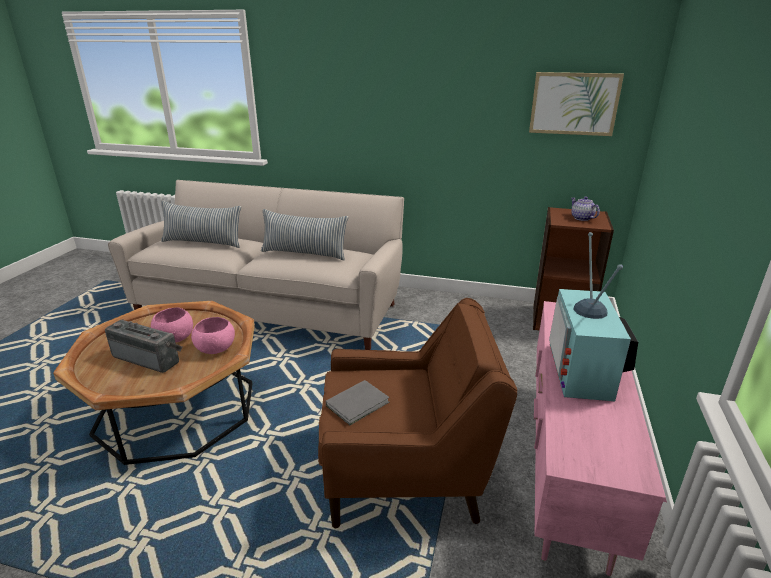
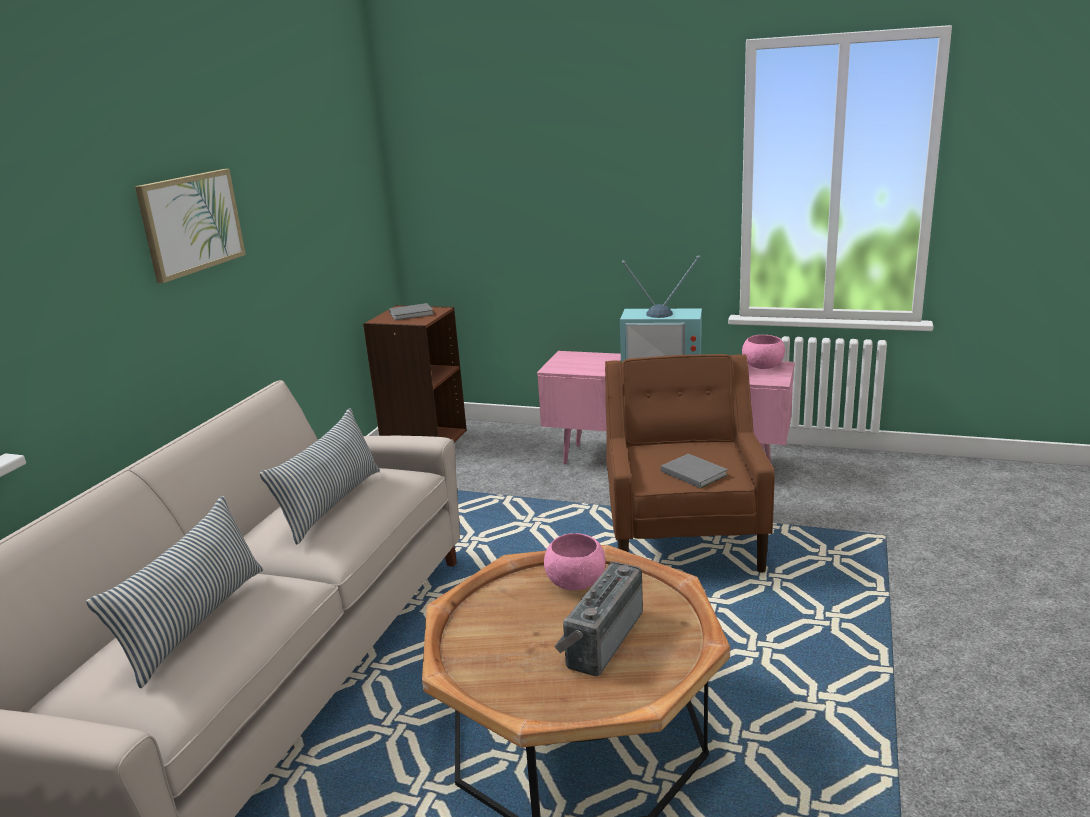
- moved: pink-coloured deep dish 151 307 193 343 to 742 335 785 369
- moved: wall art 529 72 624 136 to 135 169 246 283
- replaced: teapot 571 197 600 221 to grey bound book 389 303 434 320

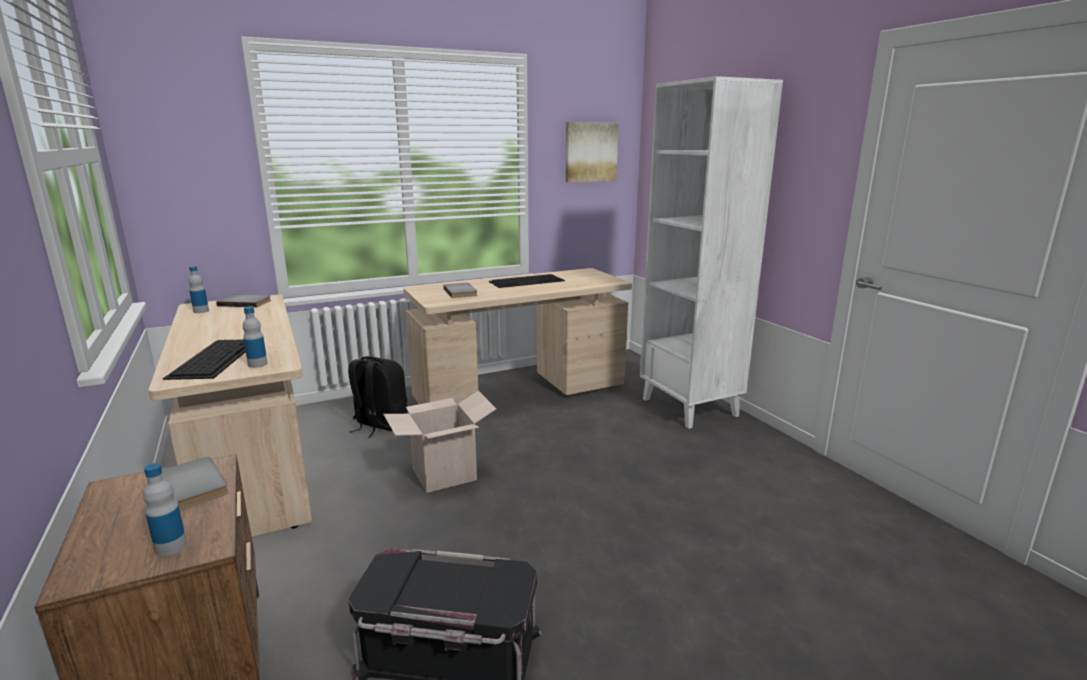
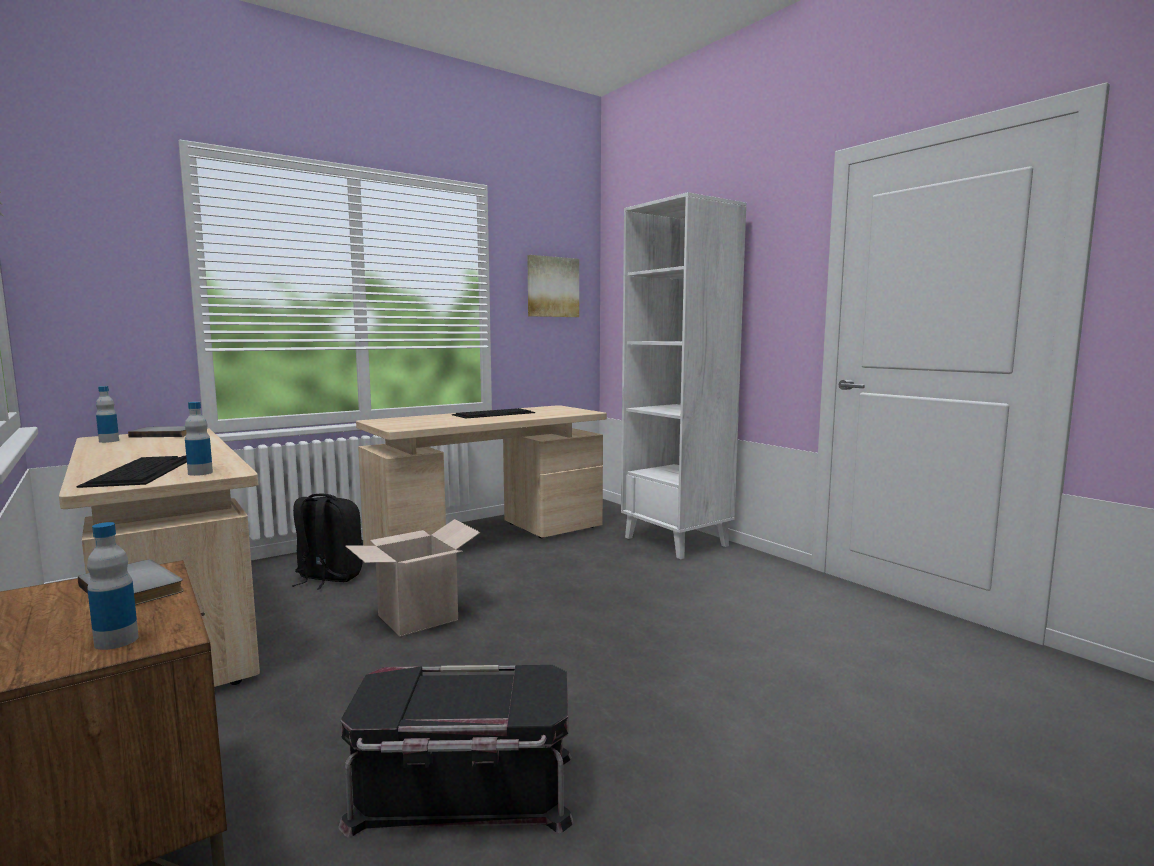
- removed: grey bound book 444 283 478 298

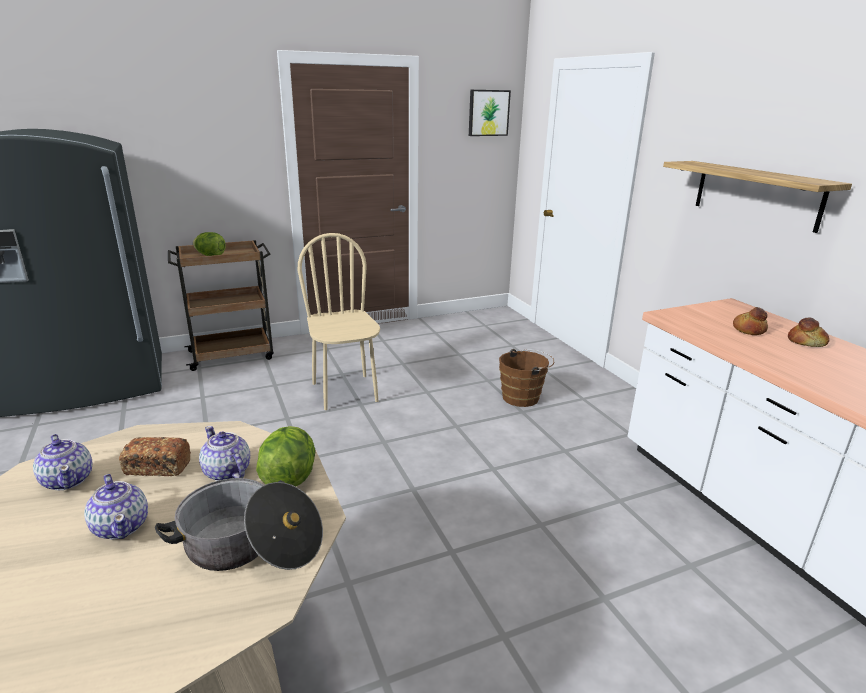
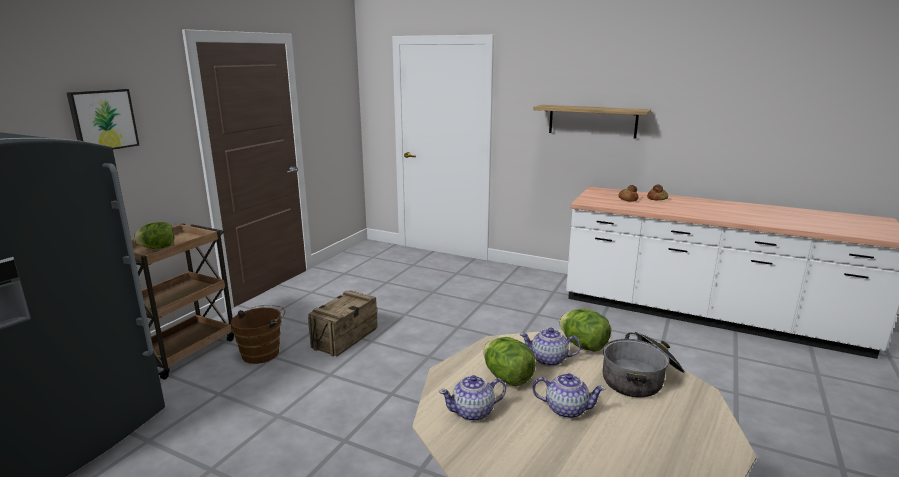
- moved: wall art 469 90 511 136 to 66 89 139 150
- moved: brownish water bucket 499 349 555 407 to 231 305 285 364
- replaced: bread 119 437 191 476 to lettuce head 483 337 536 386
- replaced: beige upright chair 298 233 380 410 to shipping crate 308 290 378 357
- turned: teapot 33 434 92 491 = 439 375 506 421 150 degrees clockwise

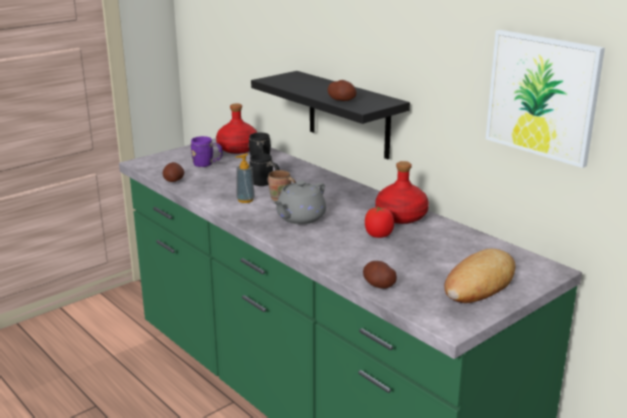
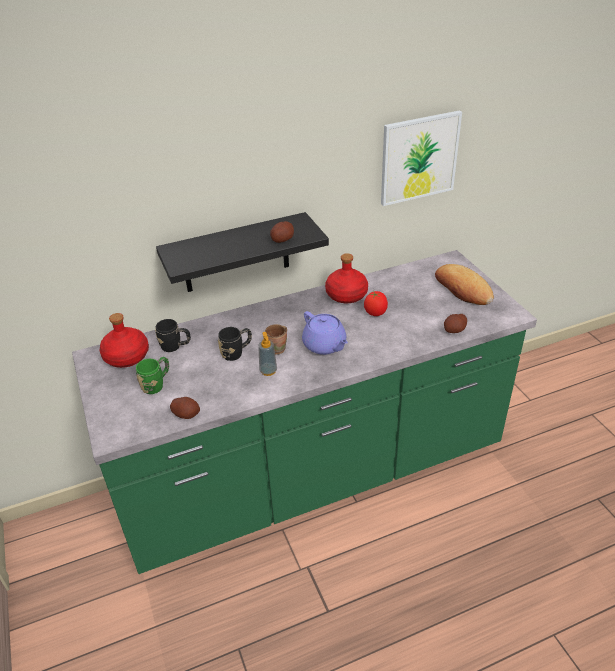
- recoloured: purple tea mug 190 136 223 167 to green-coloured tea mug 136 357 169 394
- recoloured: grey teapot 273 180 326 224 to purple teapot 302 311 348 355

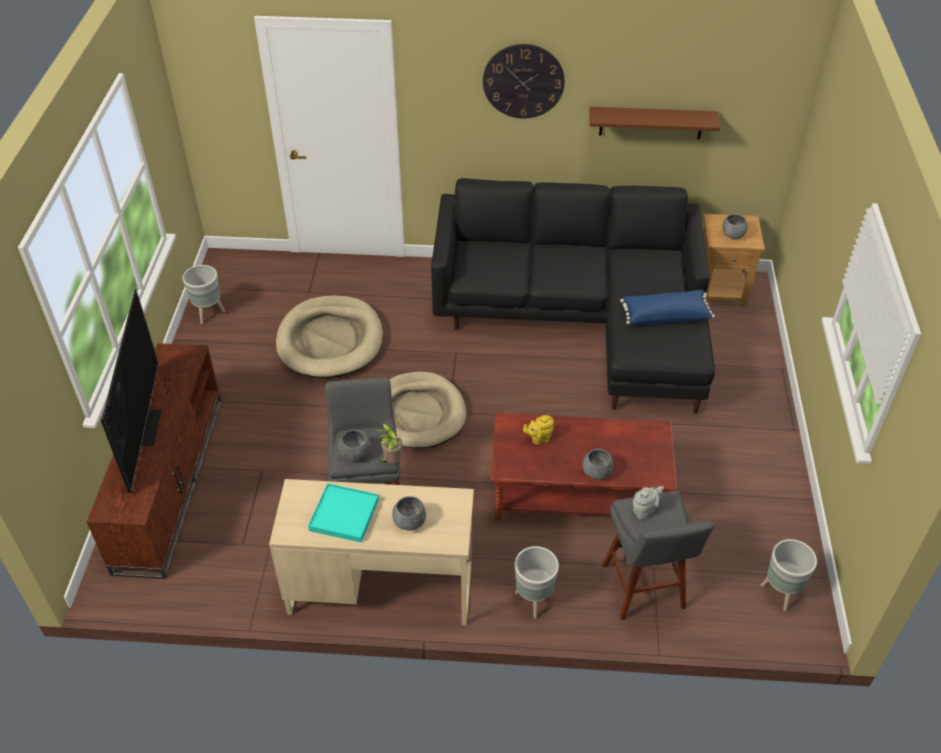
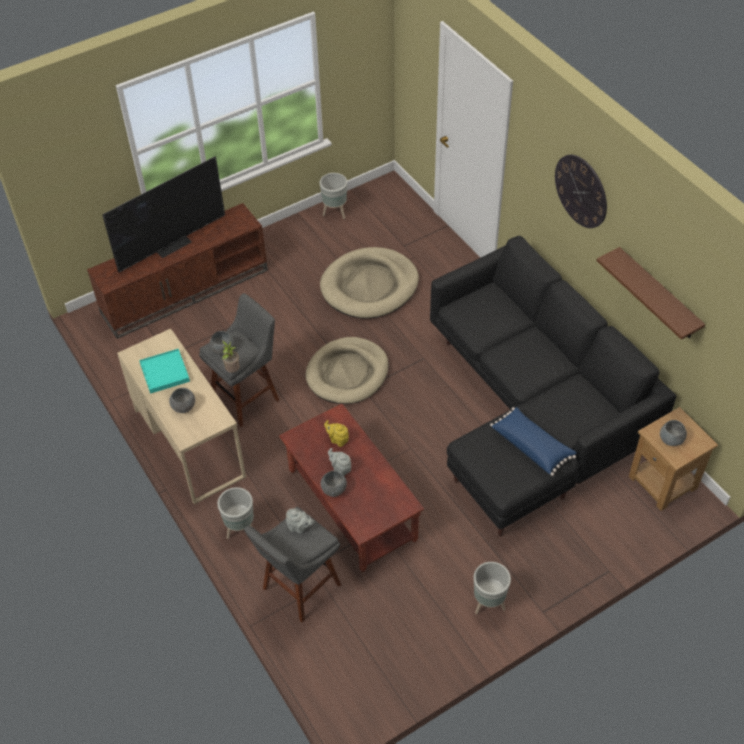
- added: grey teapot 328 448 351 476
- moved: grey flower pot 761 539 817 611 to 474 562 511 614

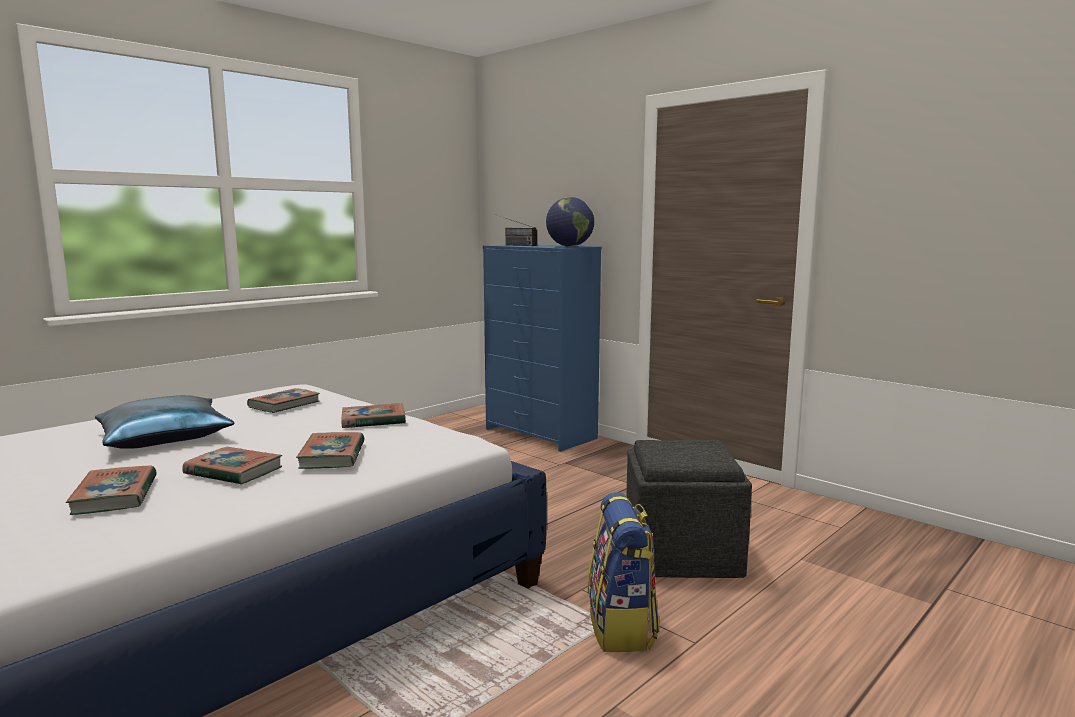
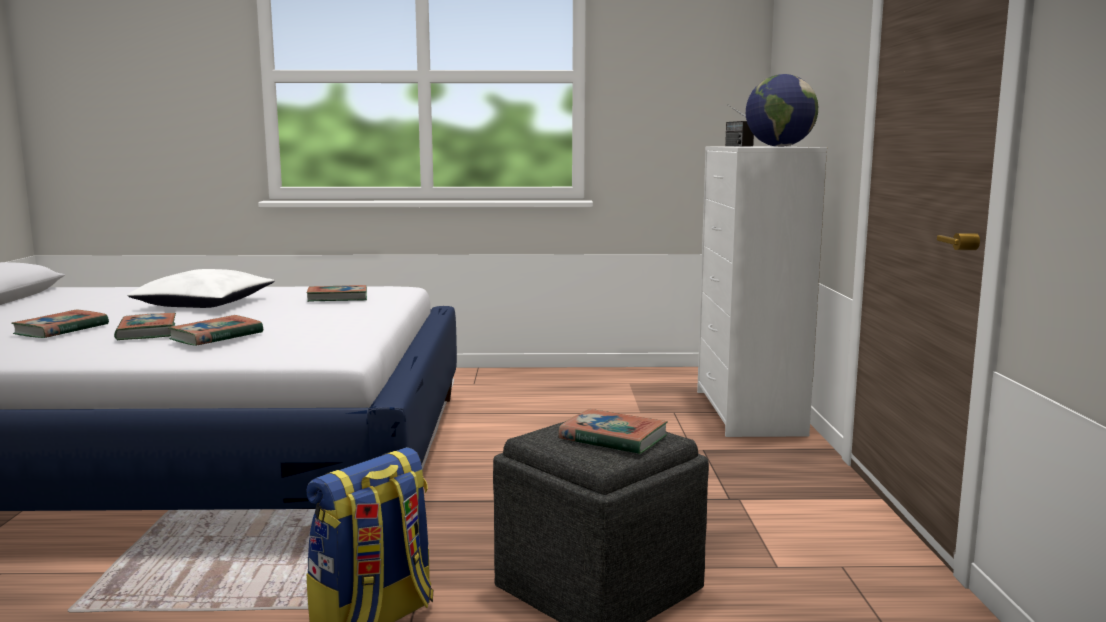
- moved: bound book 341 403 406 428 to 558 409 668 455
- recoloured: bluish cushion 95 395 235 449 to whitish cushion 128 269 275 308
- recoloured: bluish drawer chest 483 245 602 452 to whitish drawer chest 697 147 827 437

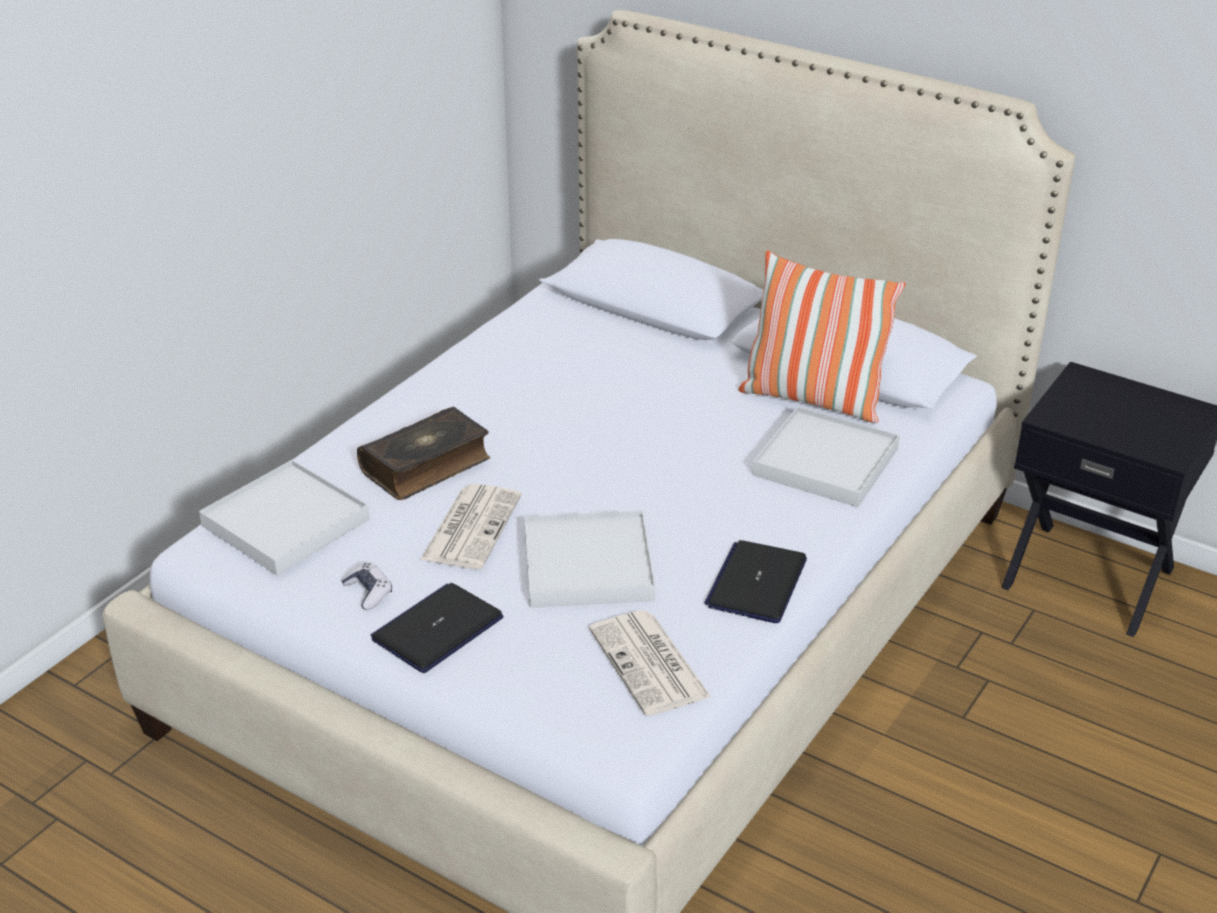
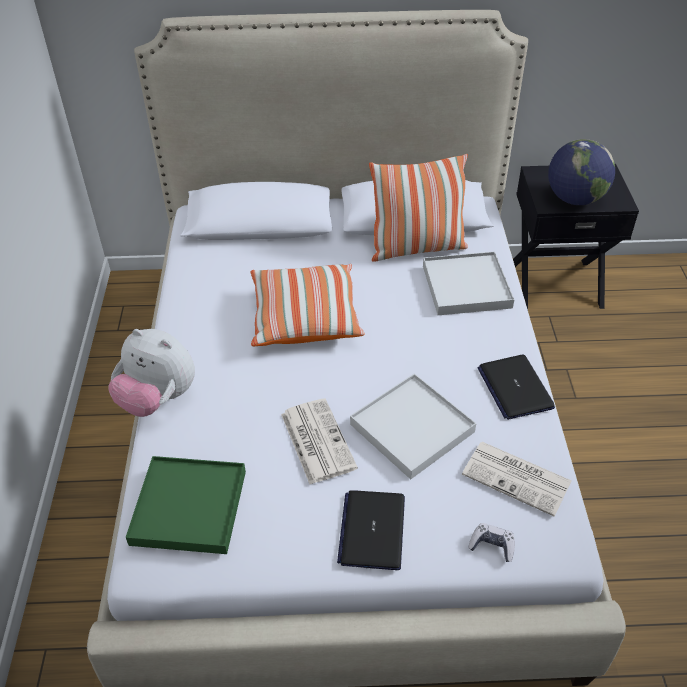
- removed: bound book 357 407 491 500
- added: cuddly toy 108 329 195 417
- added: cushion 250 264 365 346
- added: world globe 548 139 615 205
- moved: gamepad 341 562 392 610 to 468 523 515 562
- recoloured: whitish serving tray 199 460 370 575 to green-coloured serving tray 126 456 246 554

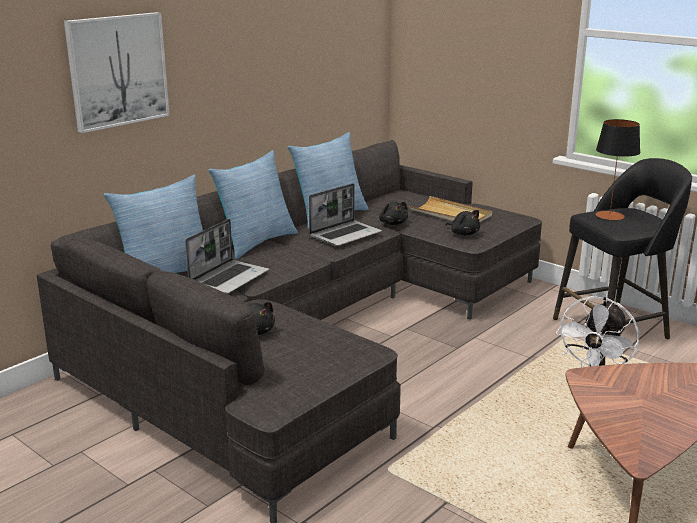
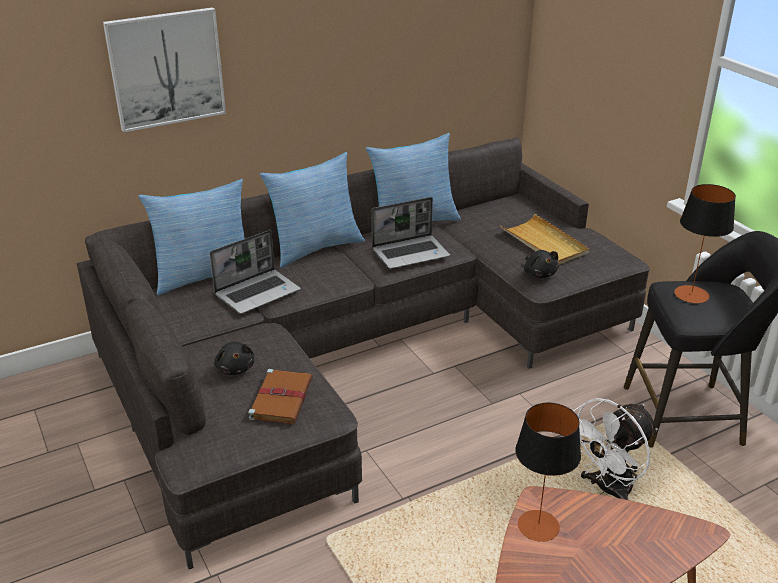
- removed: black cuddly toy 379 202 408 225
- added: brownish bound book 248 369 313 424
- added: lamp for a table 515 403 581 542

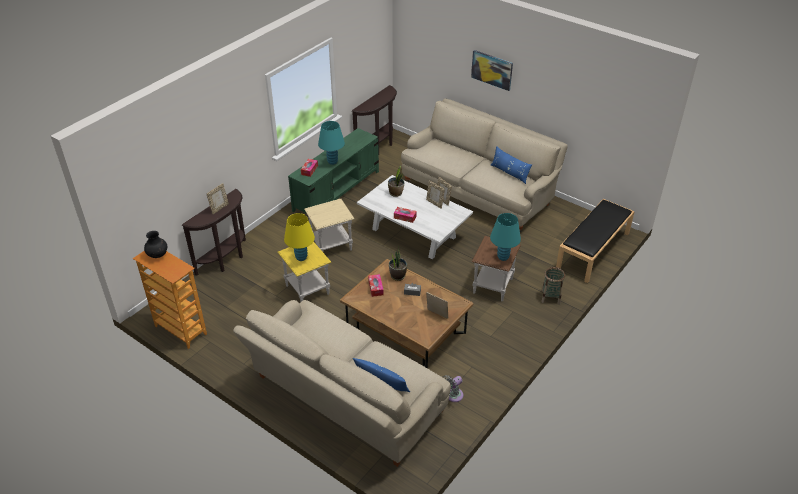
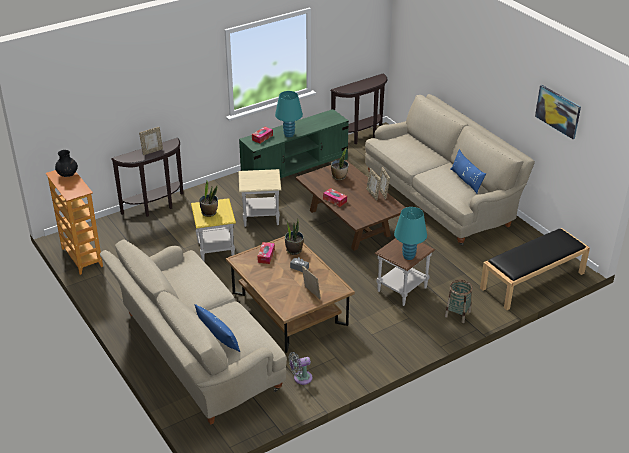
- moved: wall art 471 50 513 91 to 535 85 581 139
- replaced: yellowish lamp for a table 284 213 315 261 to houseplant 199 181 218 217
- recoloured: whitish lounge table 357 175 473 259 to brownish lounge table 296 160 406 251

